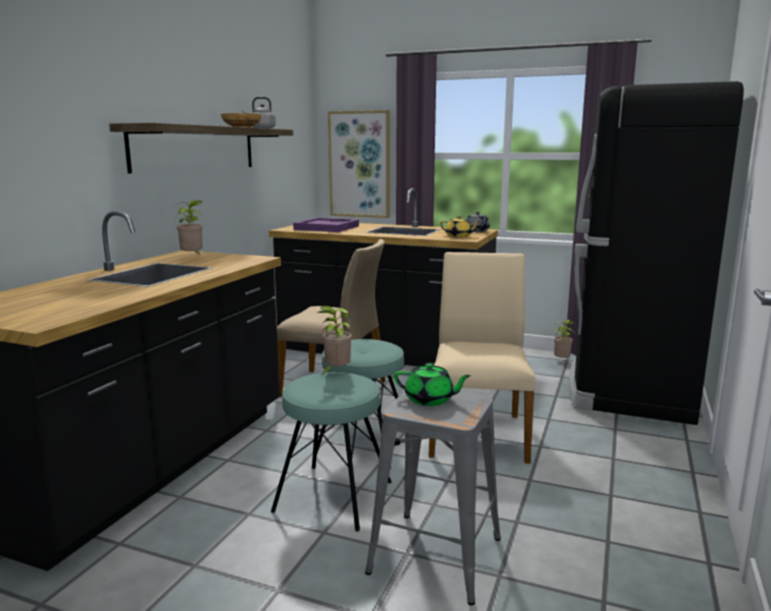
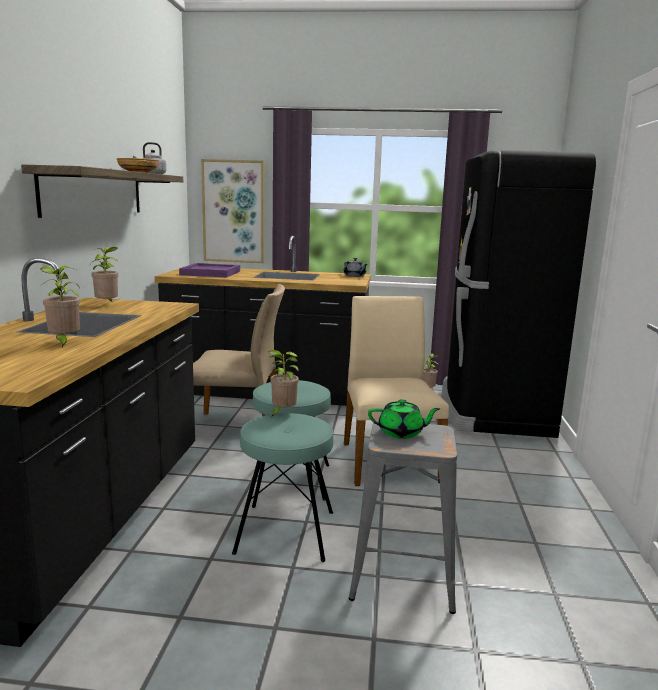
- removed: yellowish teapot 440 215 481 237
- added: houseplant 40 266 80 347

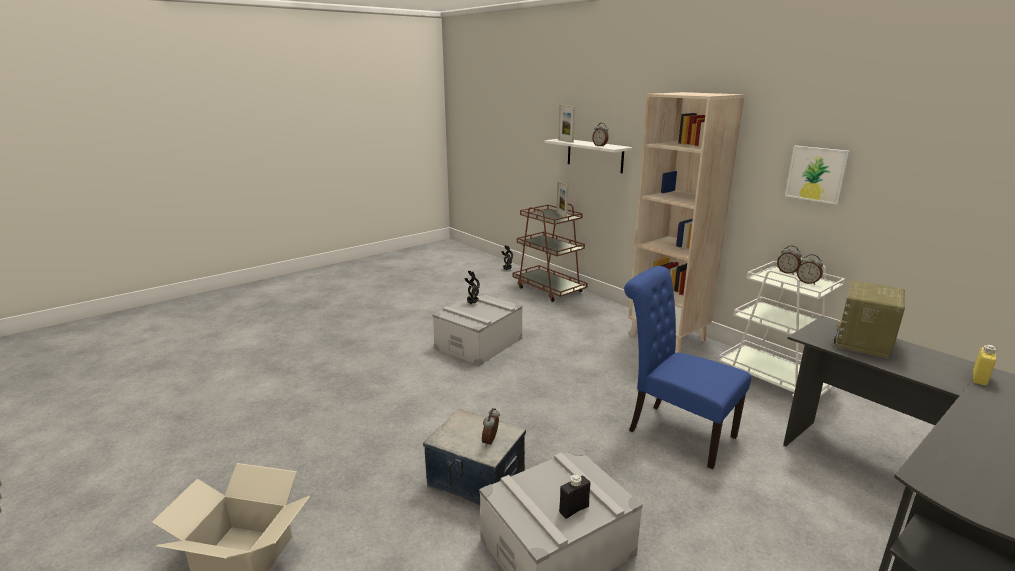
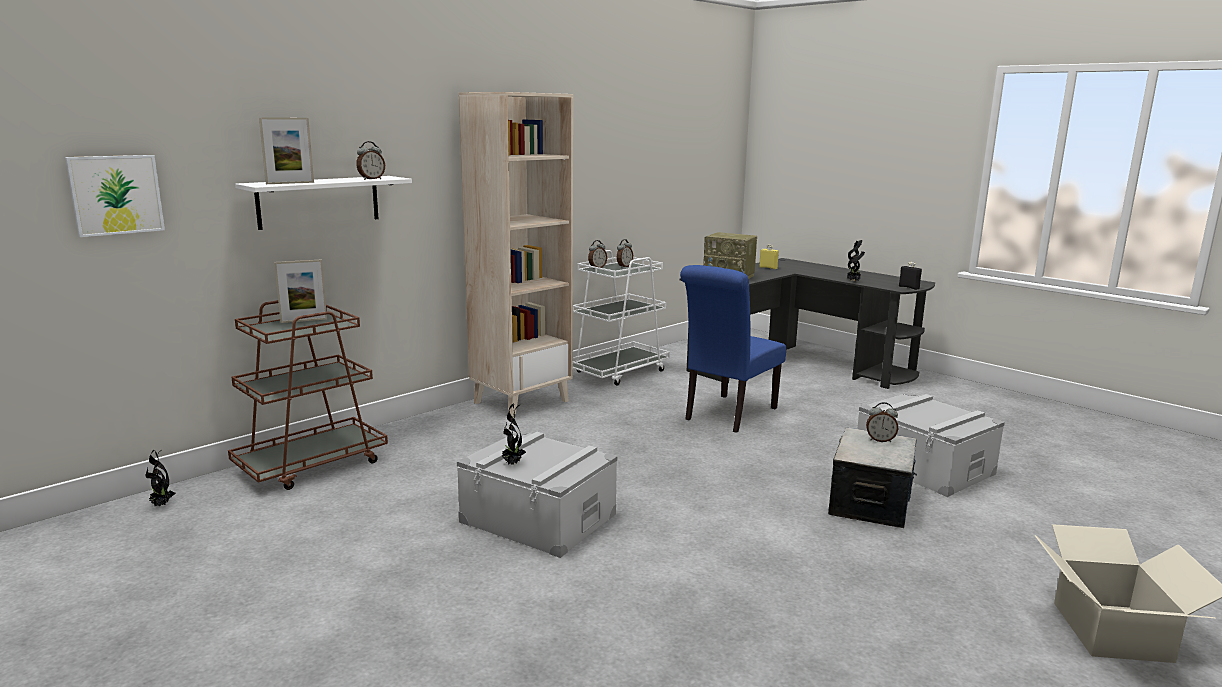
- added: houseplant 847 240 865 281
- moved: black beverage bottle 559 475 590 519 to 899 262 922 290
- moved: wall art 785 145 850 205 to 65 155 165 237

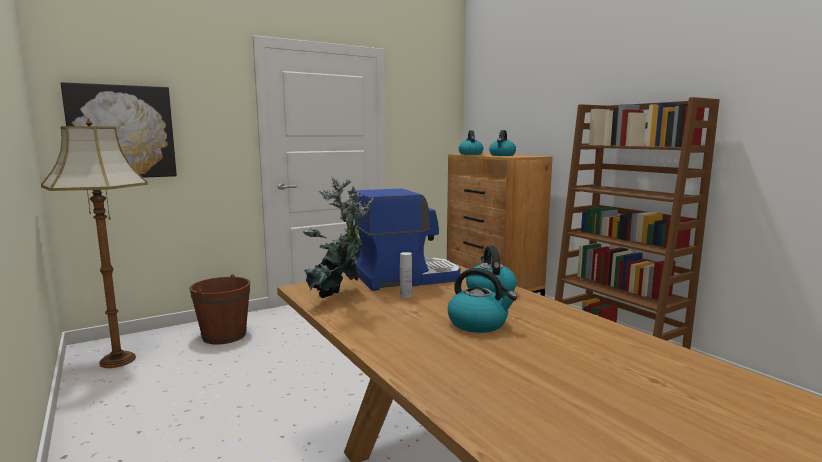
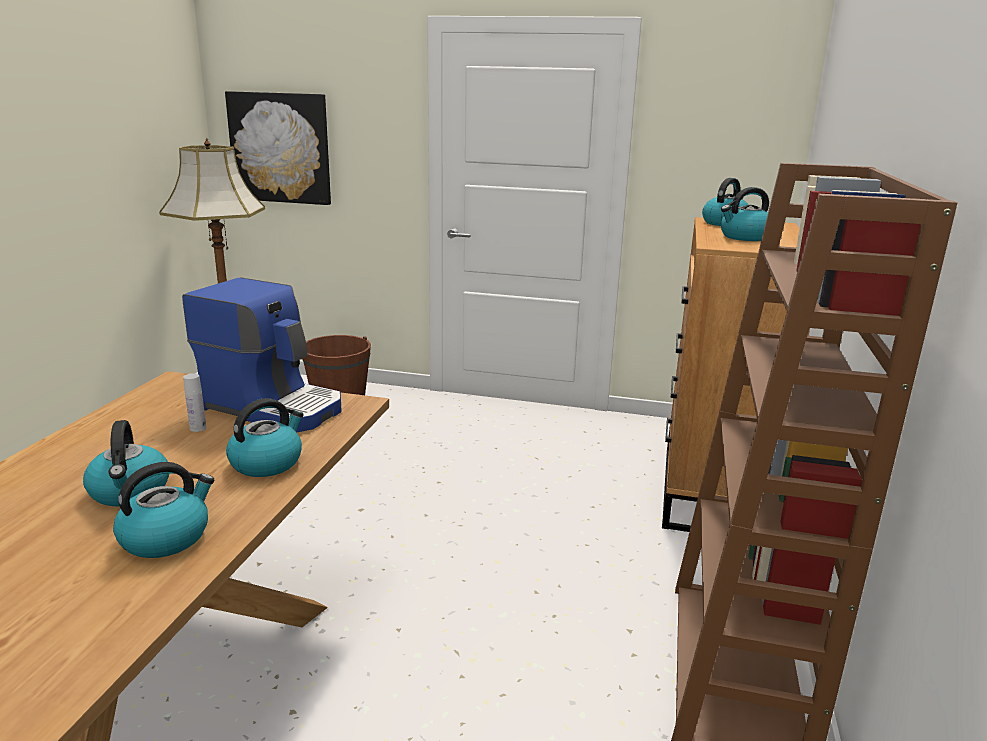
- removed: houseplant 302 177 373 298
- added: tea kettle 113 462 214 558

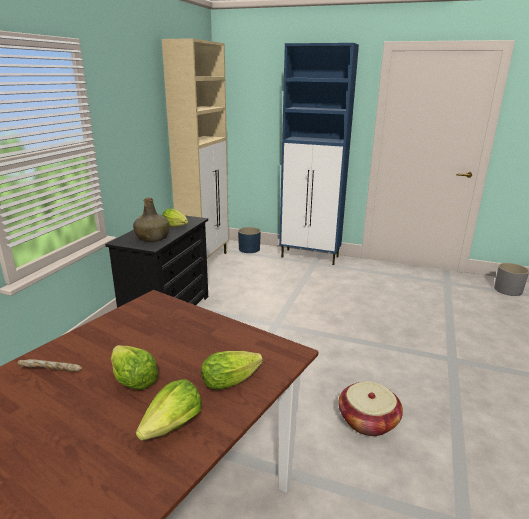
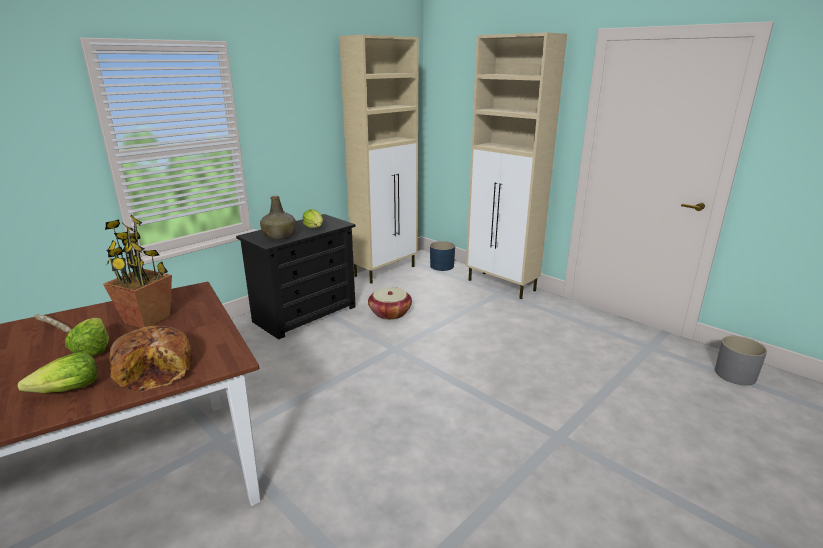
- added: houseplant 103 215 172 328
- moved: household basket 338 381 403 436 to 368 287 412 320
- replaced: lettuce head 201 351 263 390 to bread 109 326 193 392
- recoloured: bluish storage cabinet 279 43 359 265 to beige storage cabinet 466 32 567 299

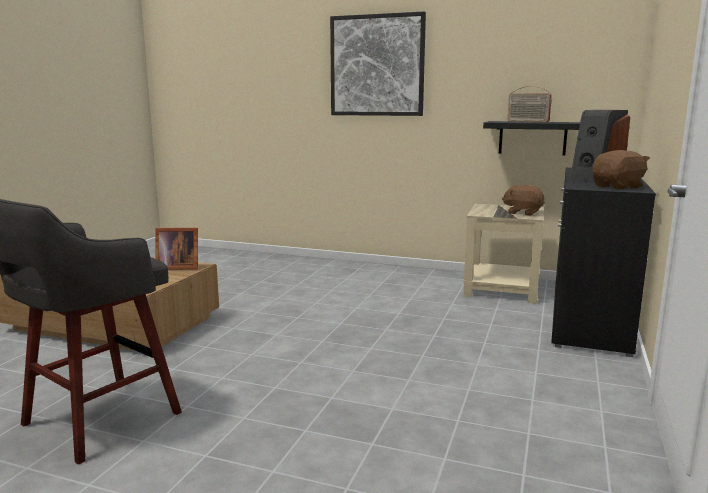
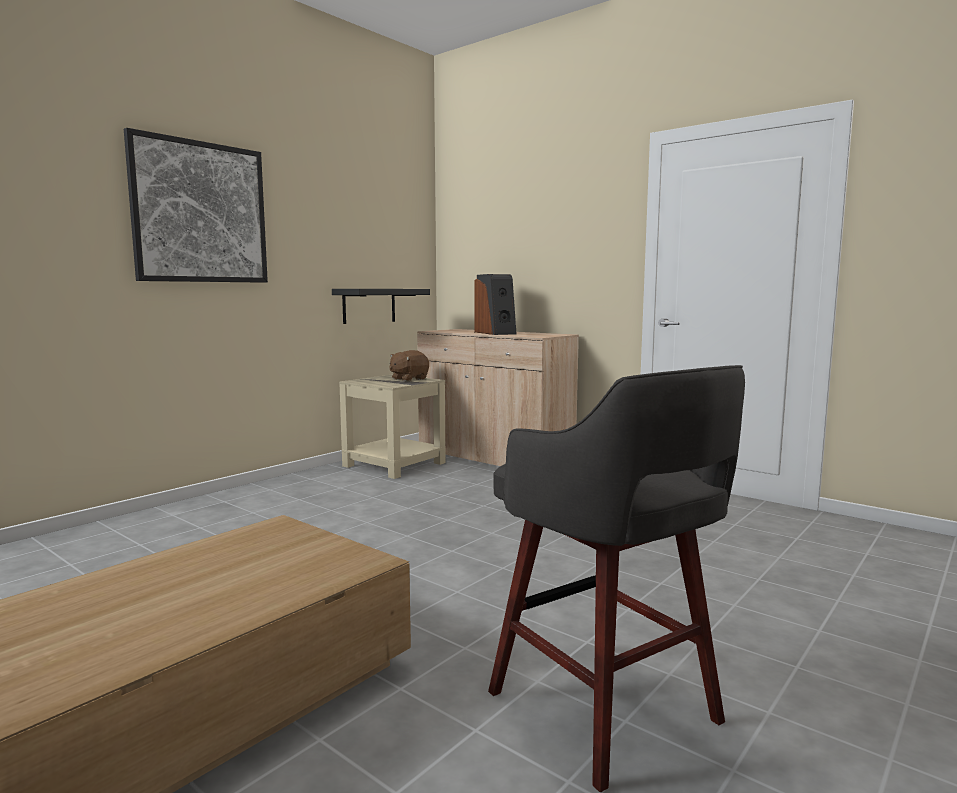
- removed: photo frame 155 228 198 269
- removed: radio 507 86 552 122
- removed: brownish cuddly toy 593 150 650 190
- recoloured: black storage cabinet 551 168 656 357 to beige storage cabinet 417 329 579 466

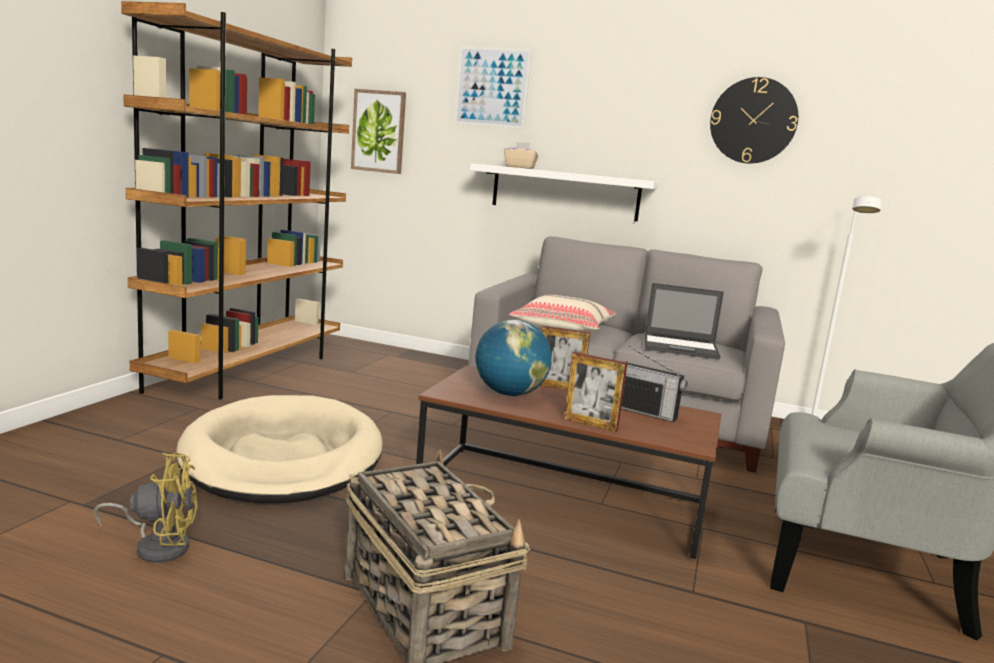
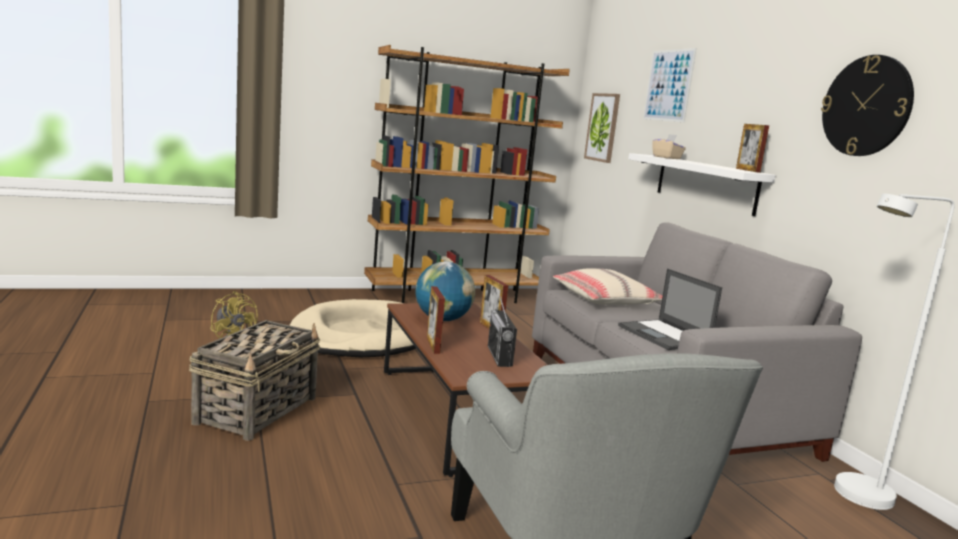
- added: photo frame 736 124 769 173

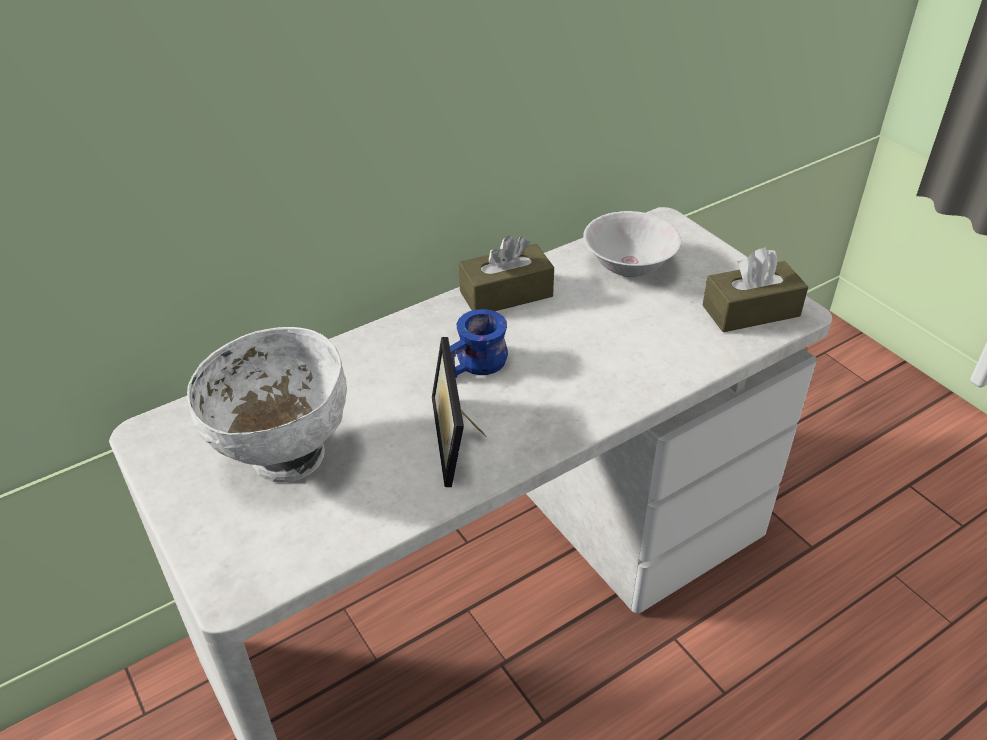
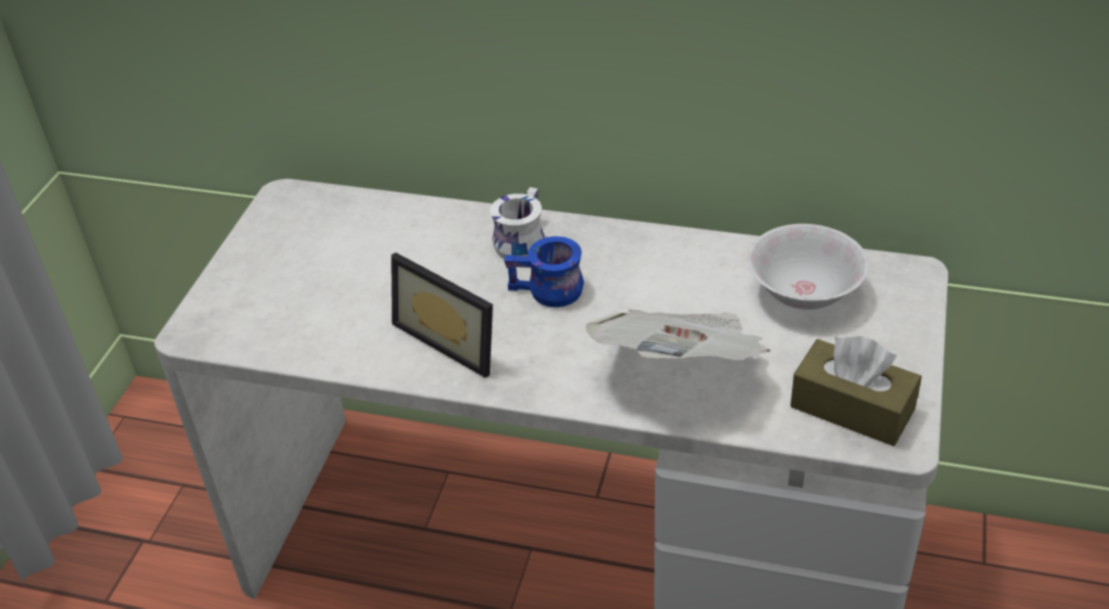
- removed: whitish deep dish 187 327 347 483
- removed: brownish tissue box 459 235 554 311
- added: whitish tea mug 490 187 545 259
- added: printed paper 586 309 771 360
- turned: photo frame 432 337 487 487 = 391 252 493 378 90 degrees counterclockwise

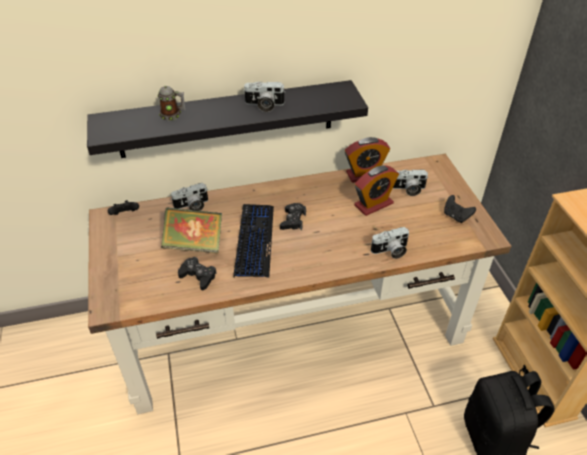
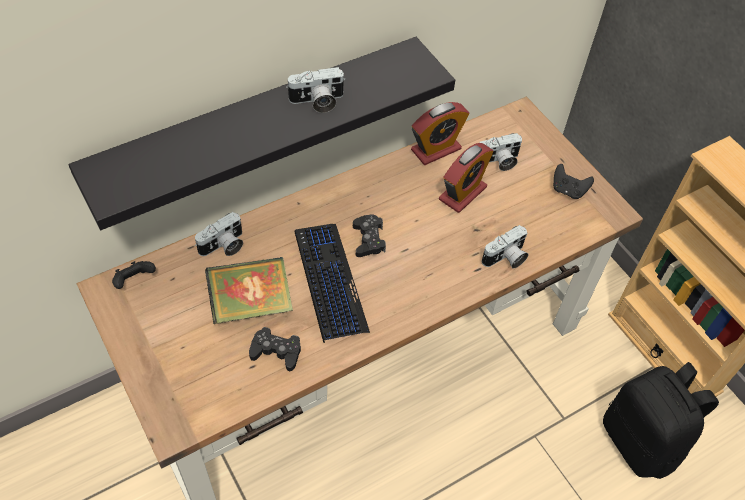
- removed: tea mug 157 86 185 121

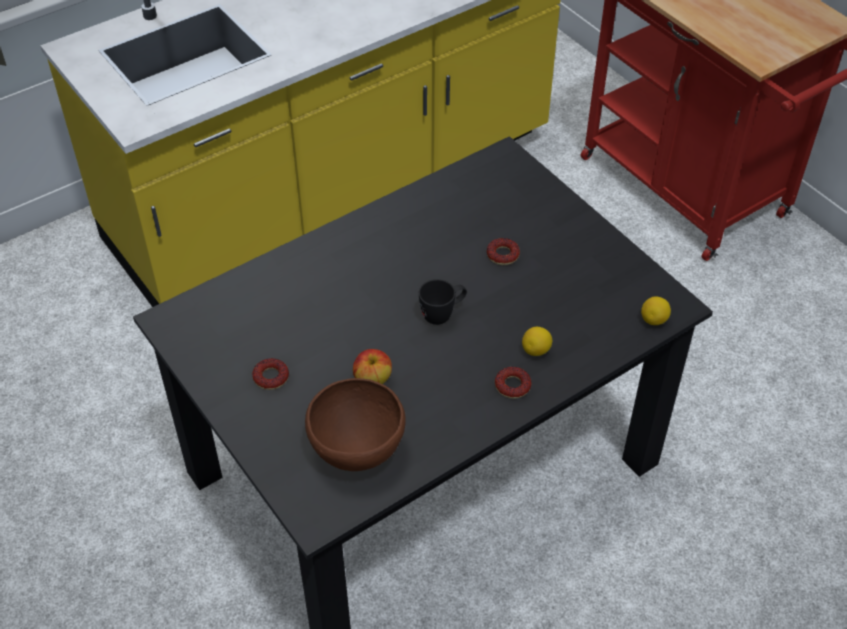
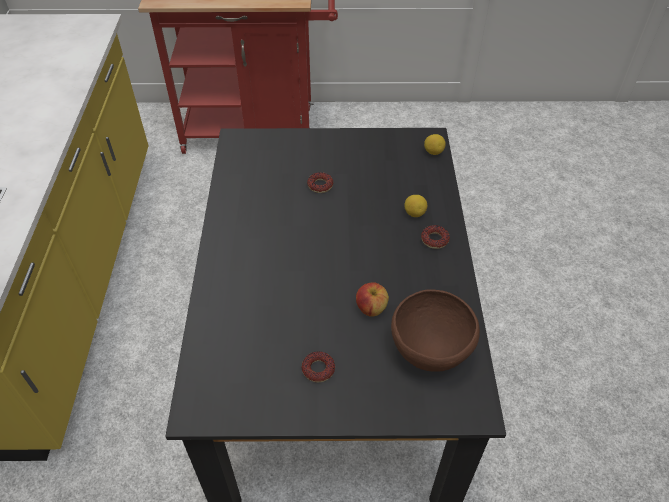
- removed: black tea mug 419 279 467 325

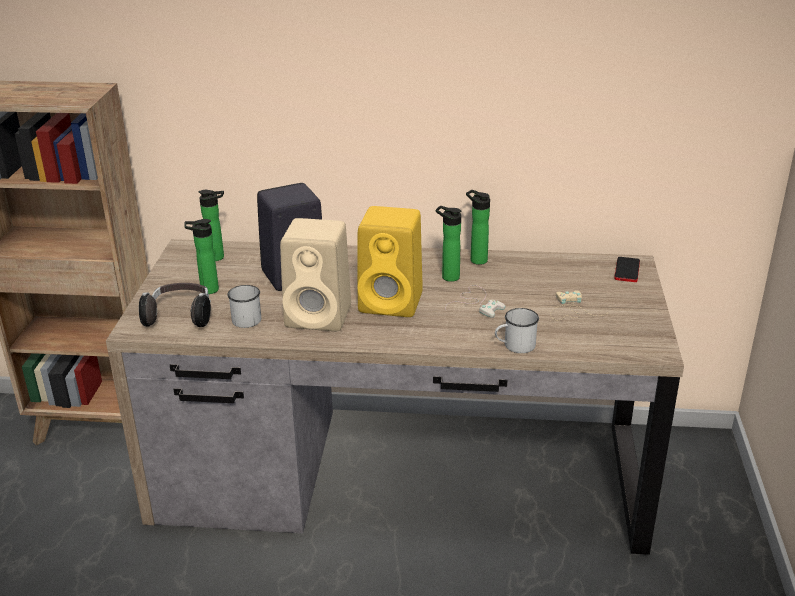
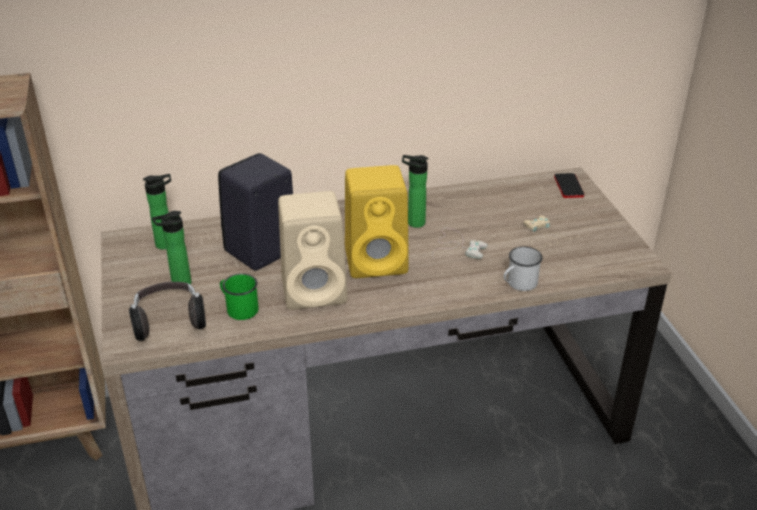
- removed: beverage bottle 466 190 490 265
- recoloured: whitish tea mug 227 285 261 328 to green-coloured tea mug 220 273 259 320

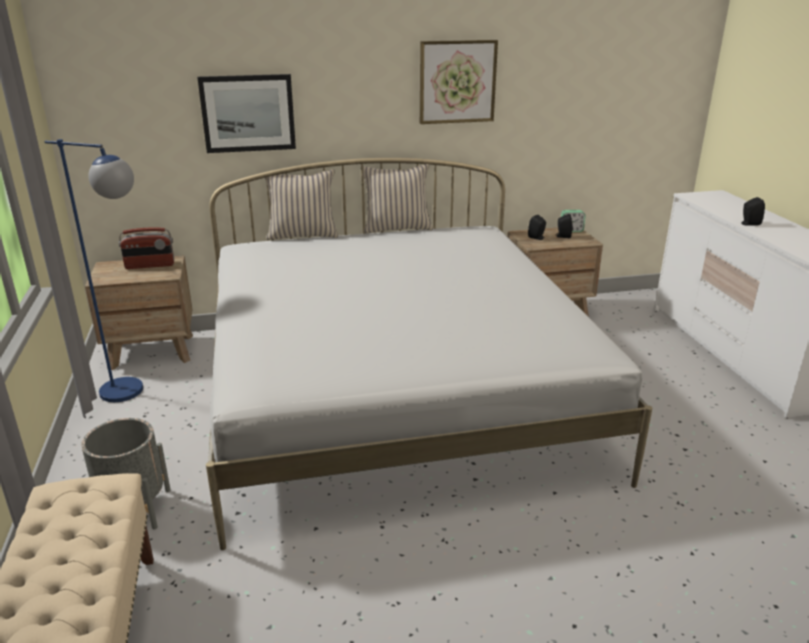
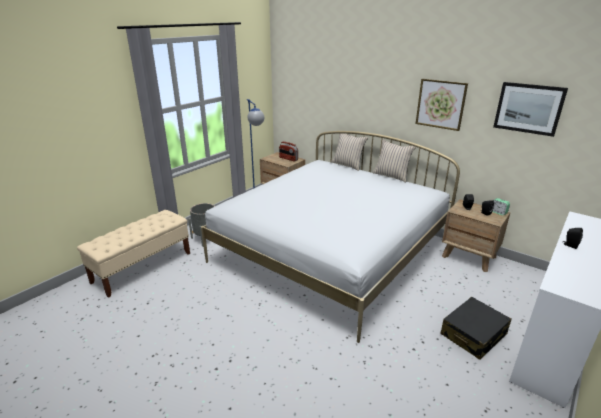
- added: black suitcase 440 297 512 360
- moved: wall art 197 74 296 153 to 493 82 568 137

